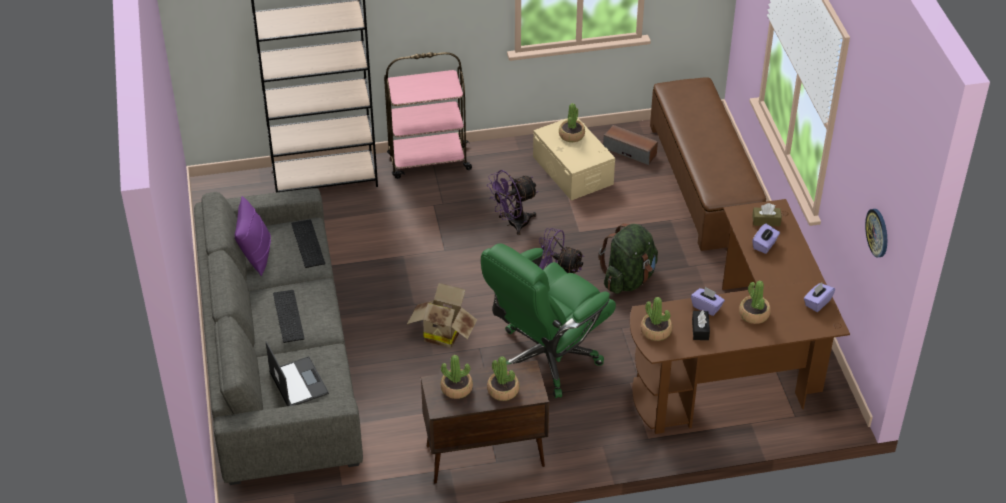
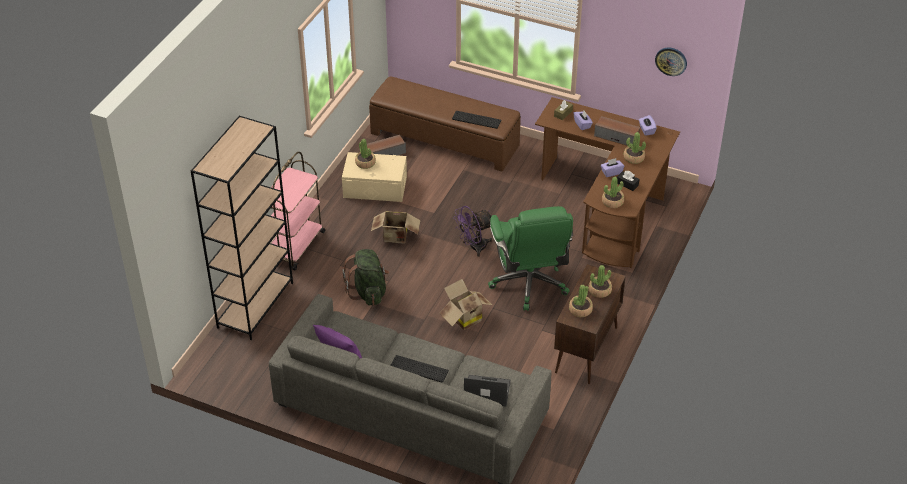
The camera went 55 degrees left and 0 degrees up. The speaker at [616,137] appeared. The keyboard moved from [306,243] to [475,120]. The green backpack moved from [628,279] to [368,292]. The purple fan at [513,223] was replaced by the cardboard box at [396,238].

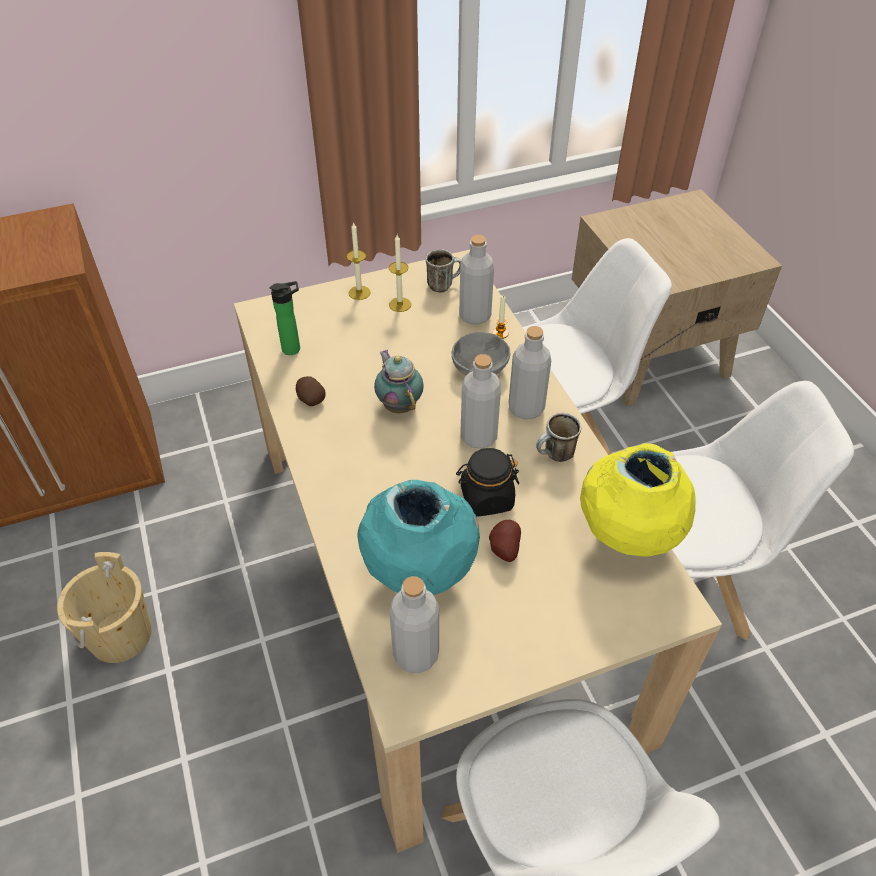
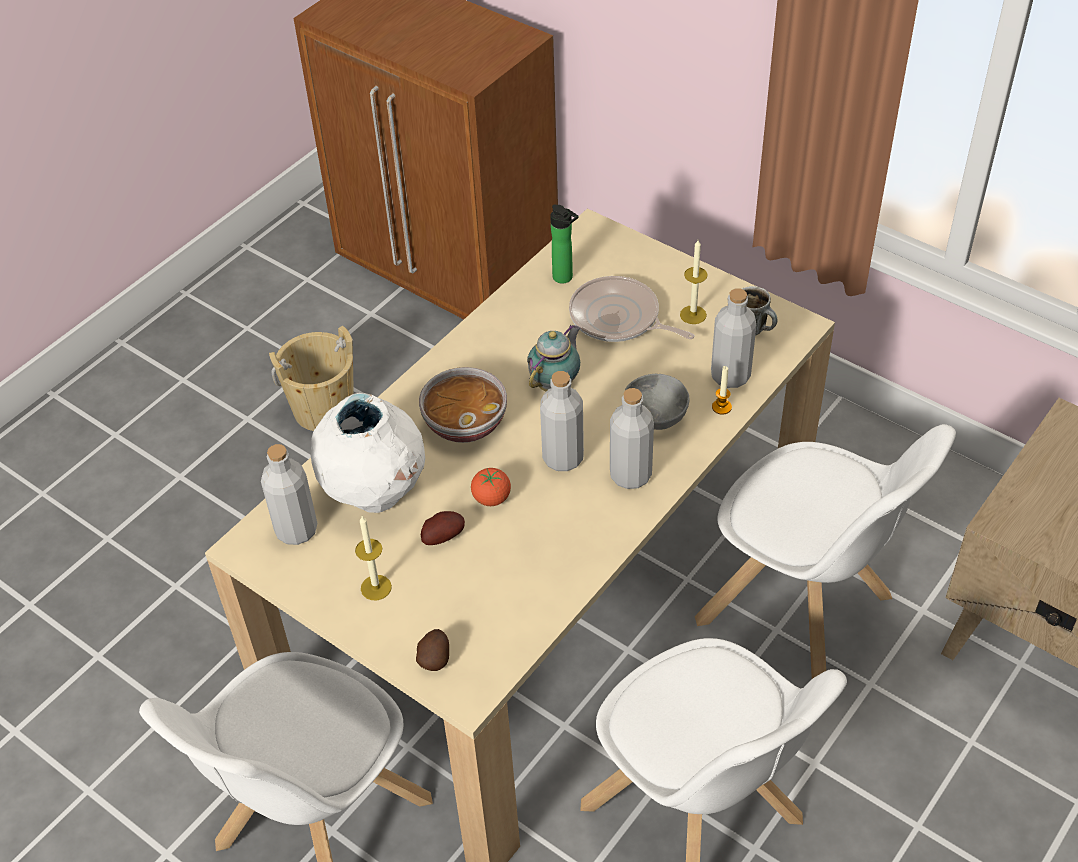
The camera went 60 degrees right and 0 degrees up. The mug at [555,456] disappeared. The yellow vase at [627,537] disappeared. The bowl at [464,423] appeared. The frying pan at [618,318] appeared. The potato moved from [310,399] to [435,658]. The candle moved from [359,292] to [376,587]. The black jar at [486,498] was replaced by the tomato at [491,498]. The turquoise vase at [421,573] became the white vase at [376,494].

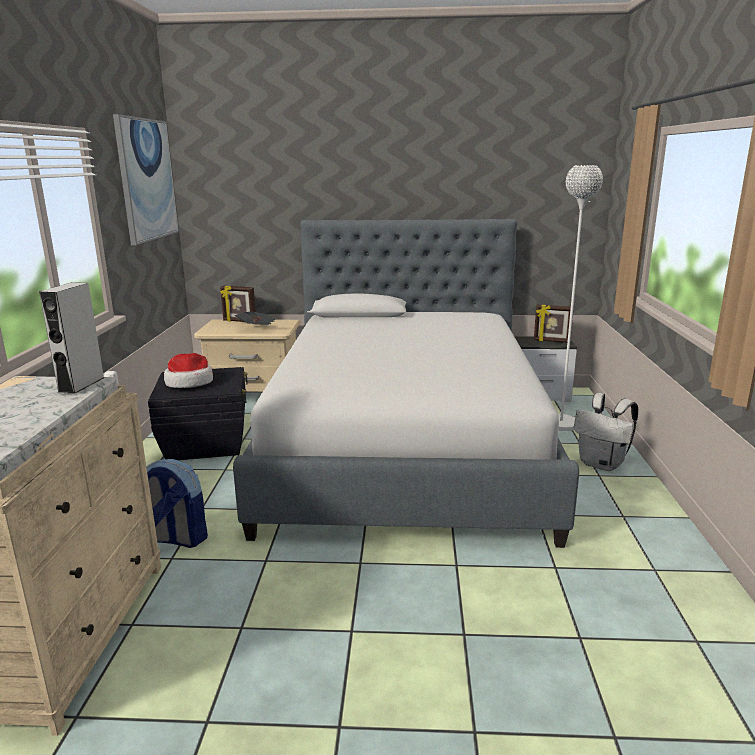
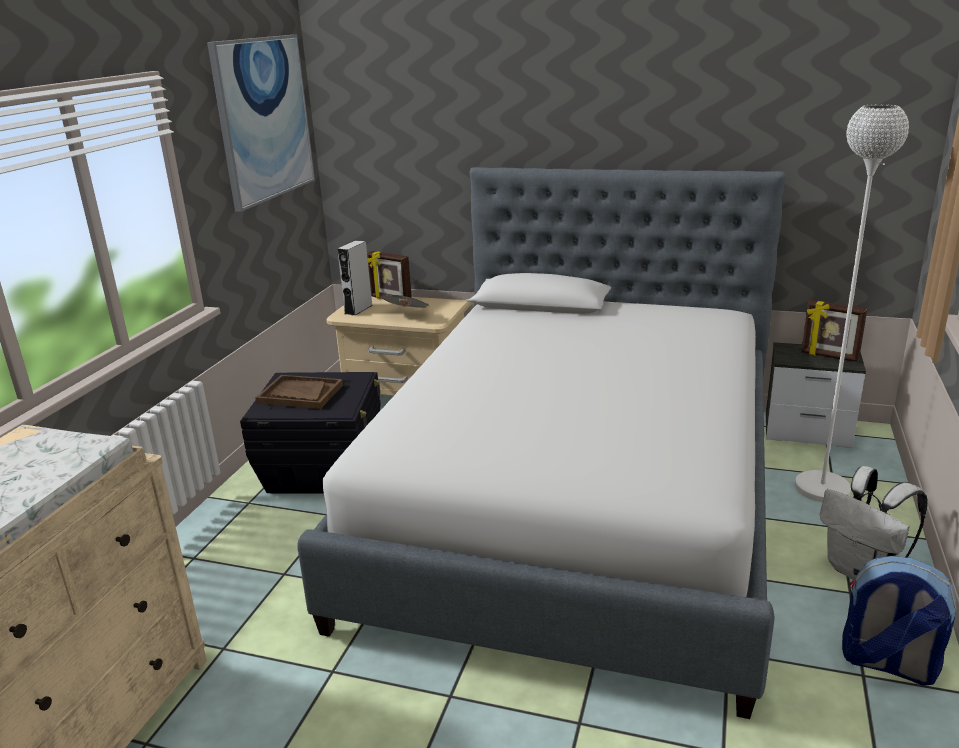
The camera went 15 degrees right and 5 degrees up. The grey speaker moved from [81,384] to [358,309]. The backpack moved from [175,538] to [887,664]. The hat at [189,382] was replaced by the brown tray at [300,394].

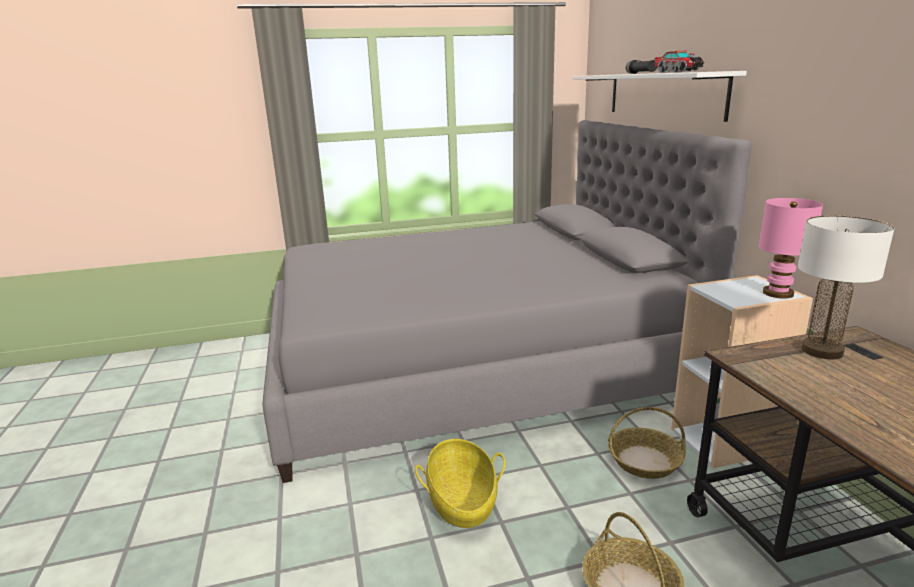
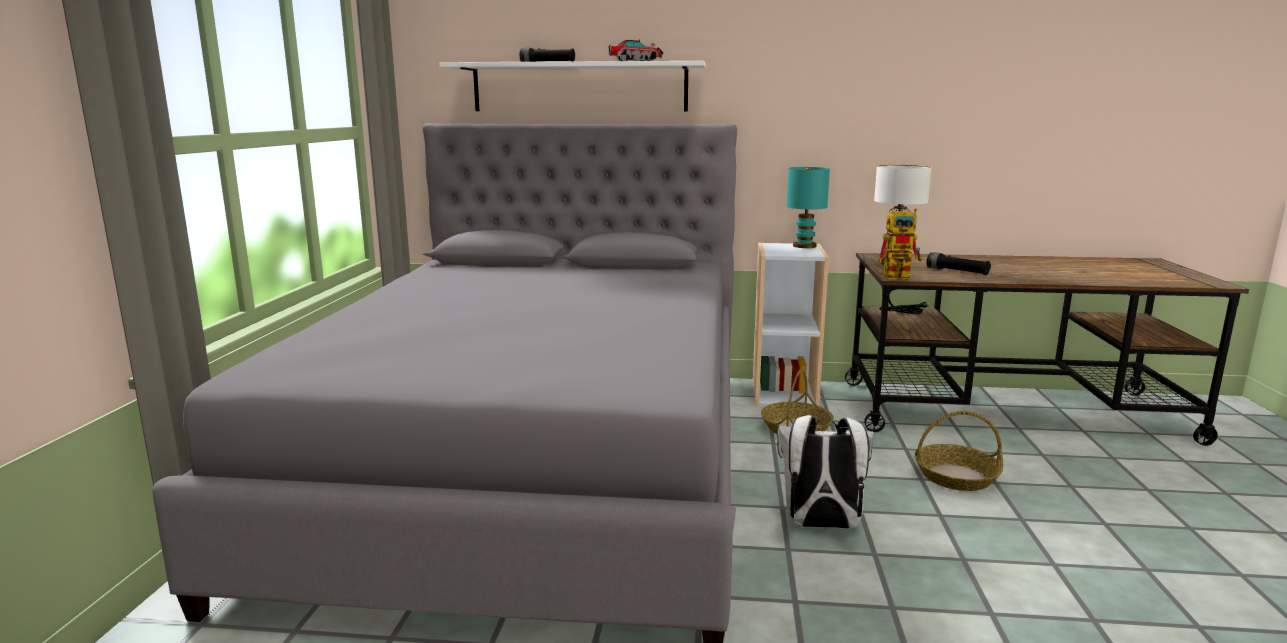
The camera went 70 degrees left and 5 degrees down. The toy robot at [901,277] appeared. The black flashlight at [957,272] appeared. The basket at [462,501] was replaced by the white backpack at [820,525]. The pink table lamp at [777,293] became the turquoise table lamp at [804,246].

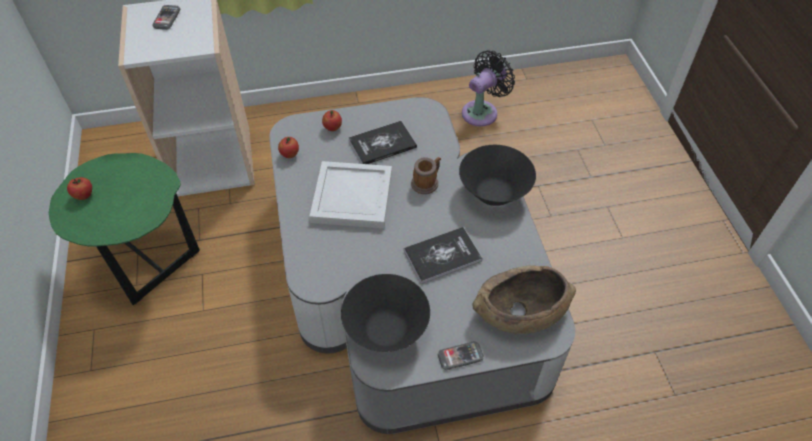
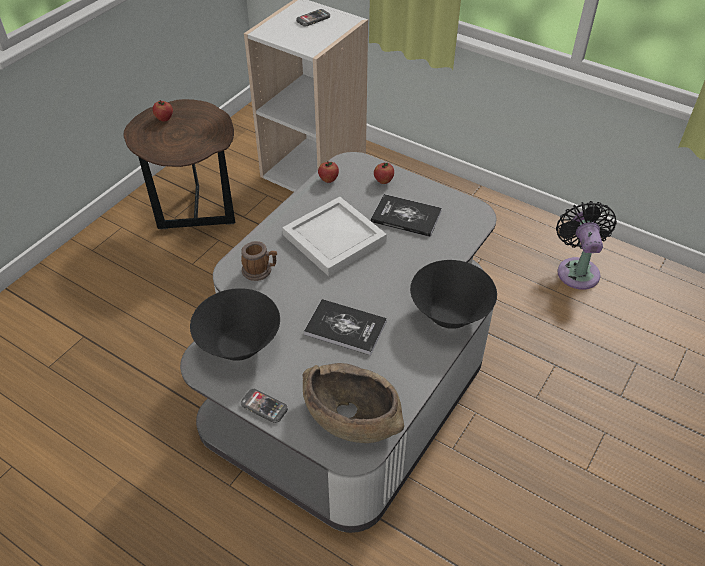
The camera went 45 degrees right and 5 degrees down. The mug moved from [427,182] to [260,270]. The green side table at [150,265] became the brown side table at [196,211]. The black fan at [482,111] turned 90 degrees counterclockwise.

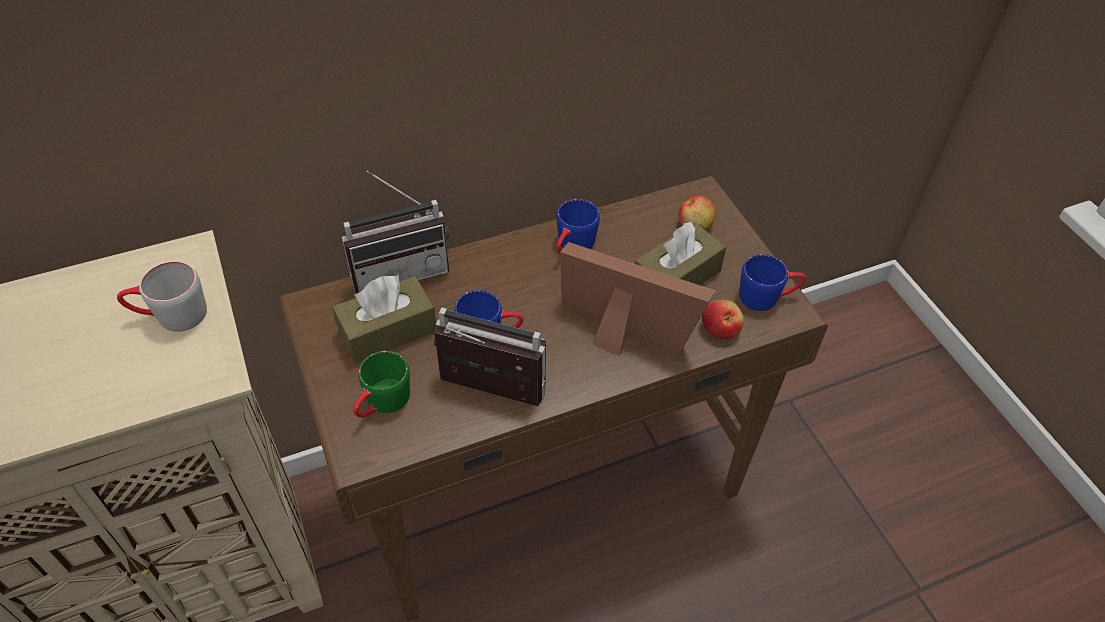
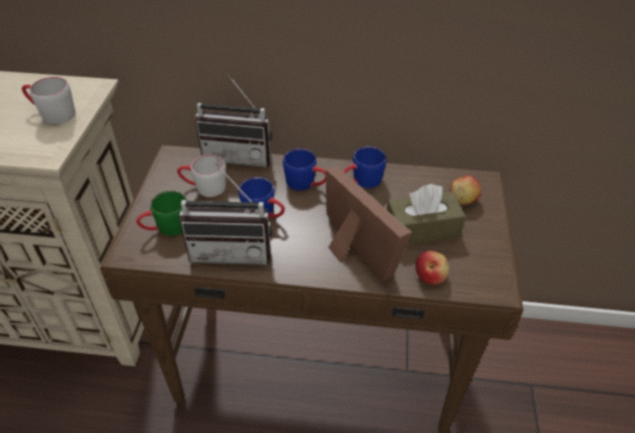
The camera went 30 degrees right and 5 degrees down. The blue mug moved from [767,296] to [306,183]. The brown tissue box at [388,331] was replaced by the grey mug at [204,187]. The radio at [486,395] turned 135 degrees clockwise.

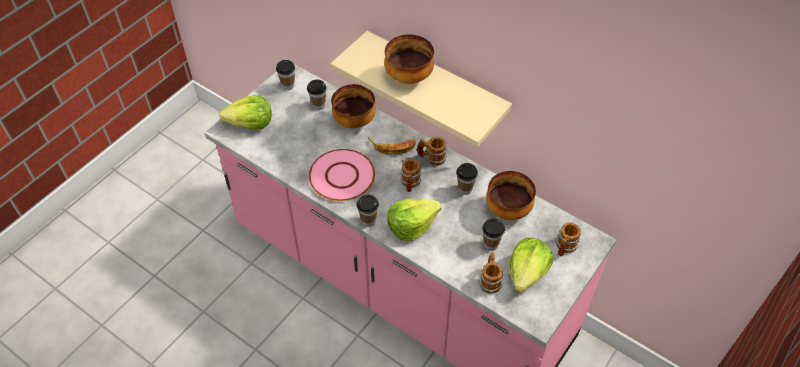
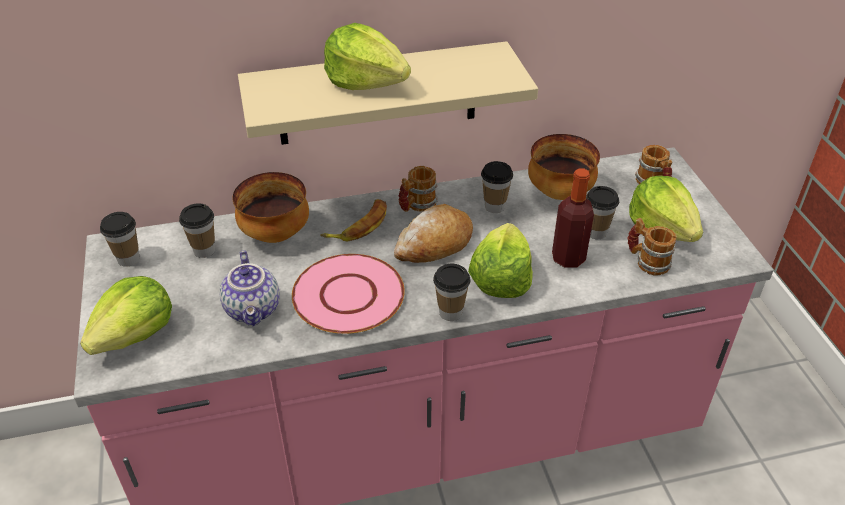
The camera went 50 degrees left and 10 degrees down. The teapot at [254,309] appeared. The bottle at [568,258] appeared. The bowl at [409,76] was replaced by the lettuce at [366,82]. The mug at [410,184] was replaced by the bread at [434,244].

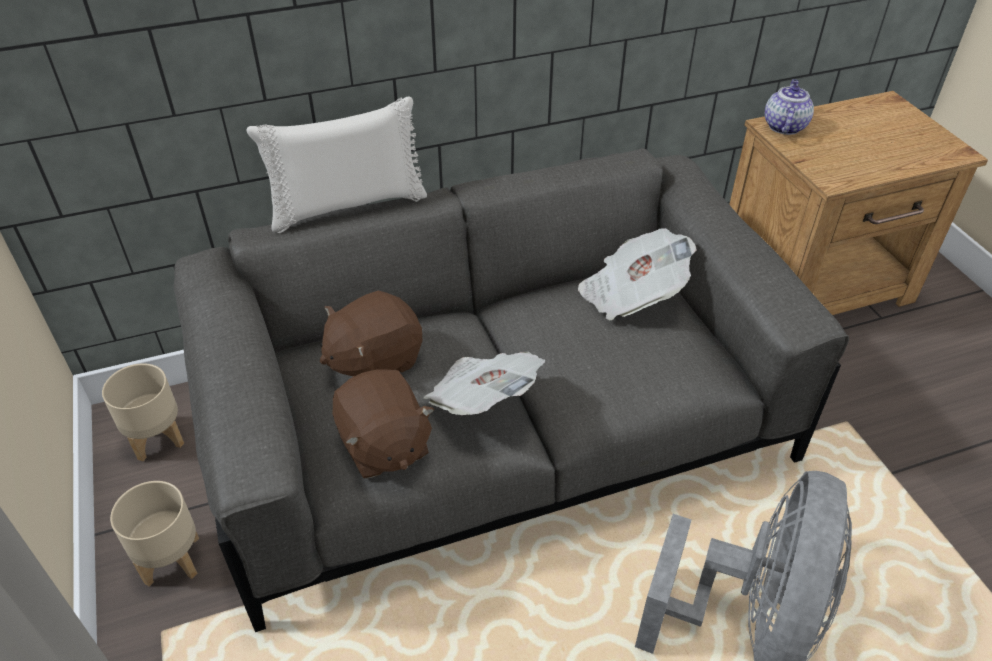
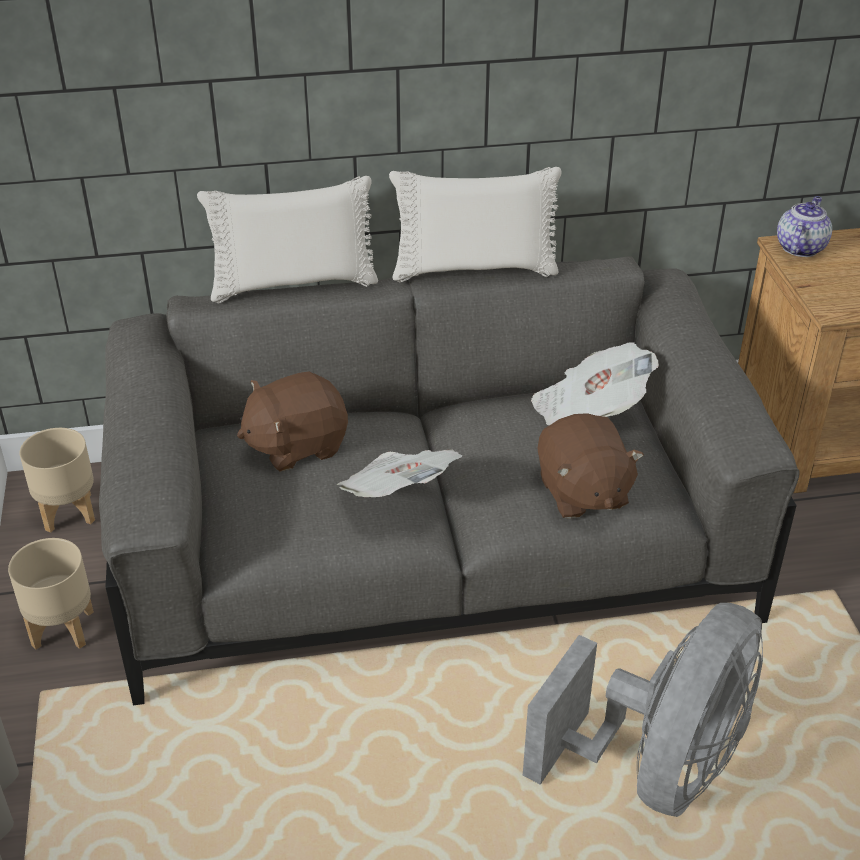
The camera went 10 degrees right and 5 degrees down. The white pillow at [474,269] appeared. The brown plush toy moved from [383,445] to [582,493].

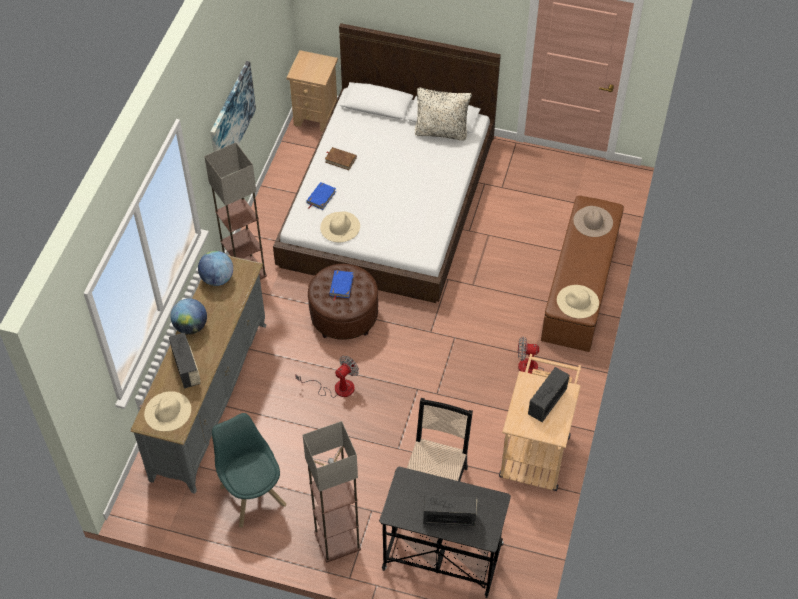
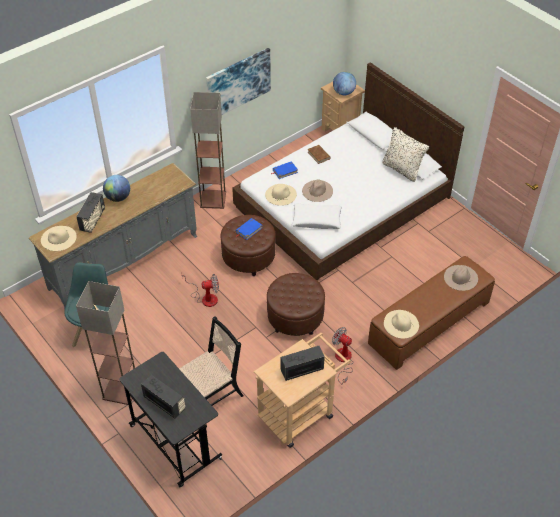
The camera went 35 degrees right and 5 degrees down. The brown ottoman at [295,318] appeared. The white pillow at [316,220] appeared. The beige hat at [317,191] appeared. The globe moved from [217,279] to [343,92].

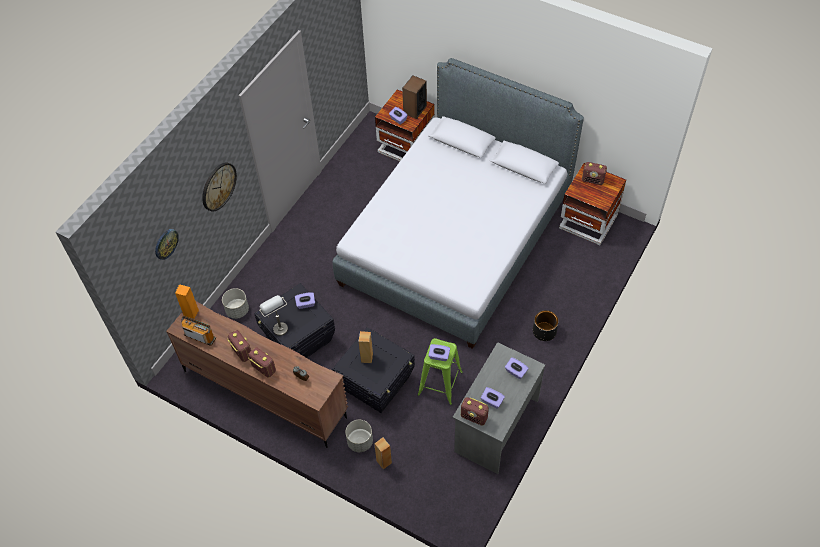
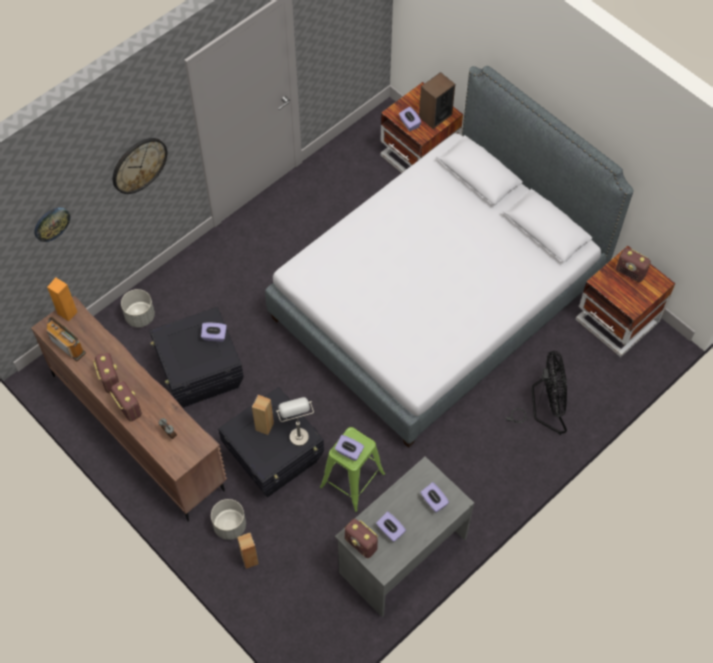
The camera went 15 degrees right and 5 degrees up. The black planter at [544,331] disappeared. The black fan at [543,405] appeared. The grey table lamp moved from [277,326] to [296,432].

